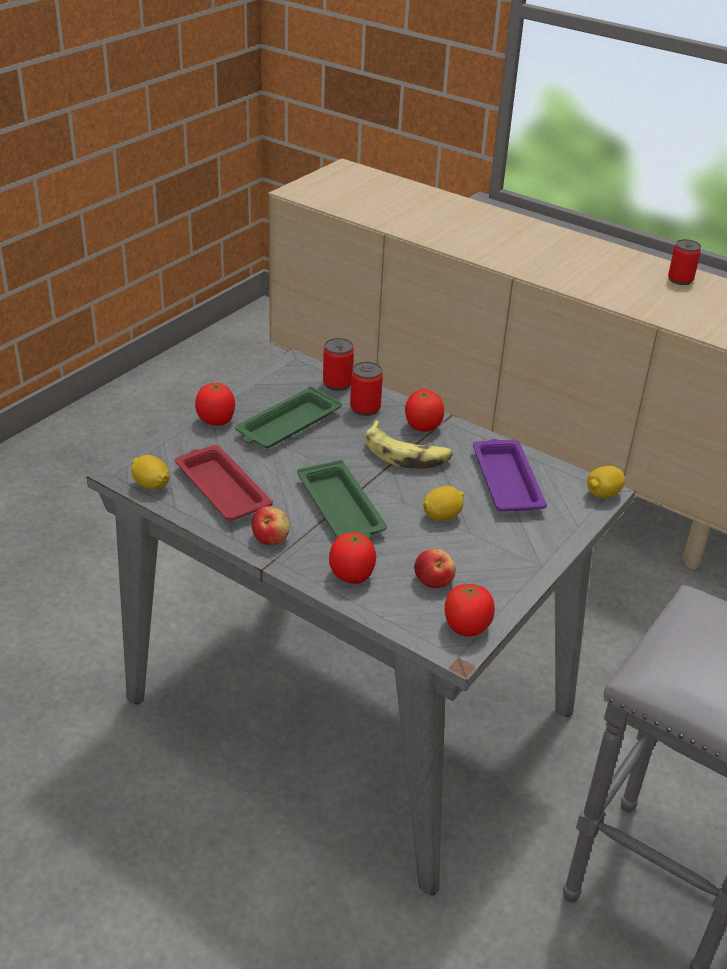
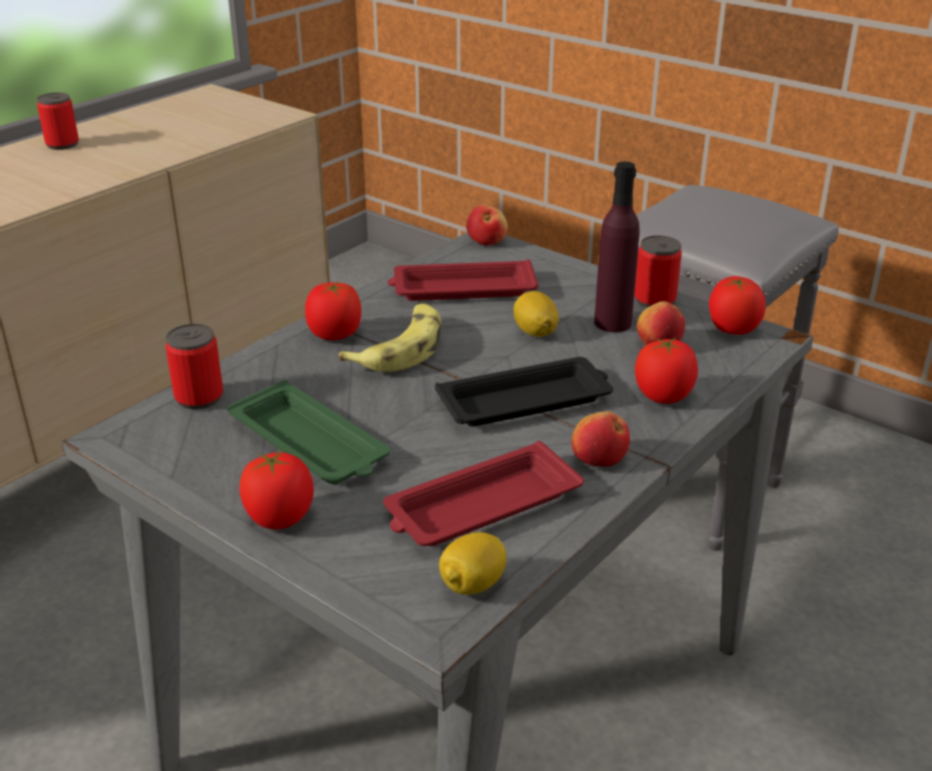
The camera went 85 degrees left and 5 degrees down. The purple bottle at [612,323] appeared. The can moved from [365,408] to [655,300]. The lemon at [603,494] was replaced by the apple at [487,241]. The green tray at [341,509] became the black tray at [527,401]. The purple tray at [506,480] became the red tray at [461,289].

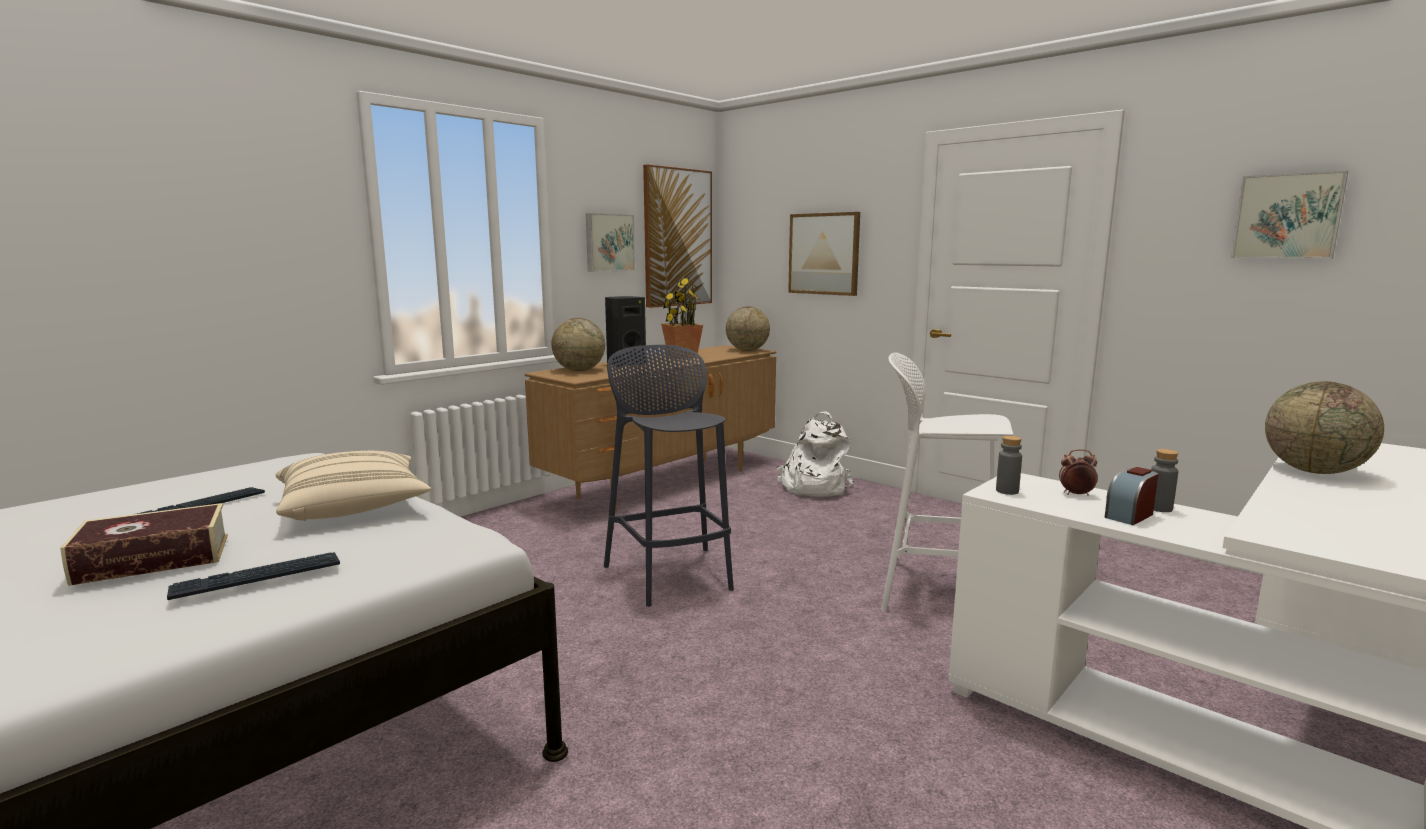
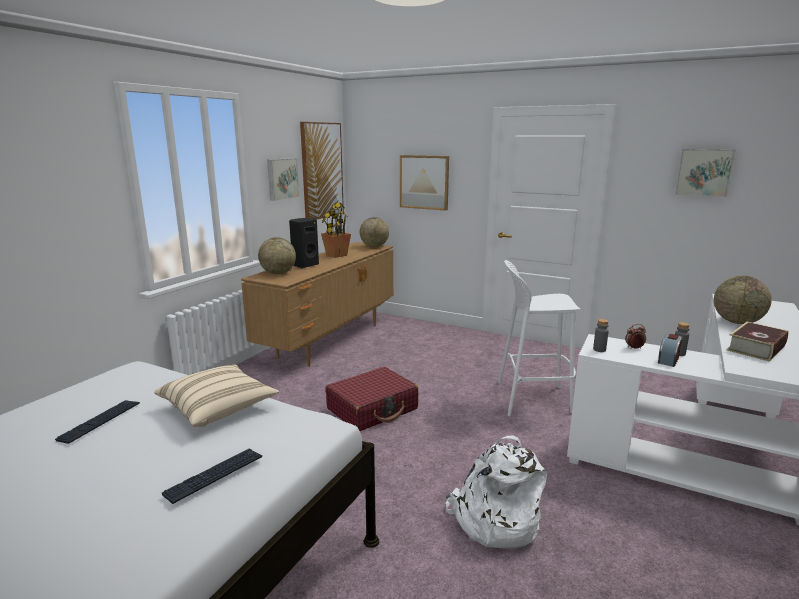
The camera went 15 degrees left and 5 degrees up. The book moved from [154,559] to [756,348]. The white backpack moved from [813,487] to [494,520]. The grey stool at [671,575] was replaced by the red suitcase at [372,409].

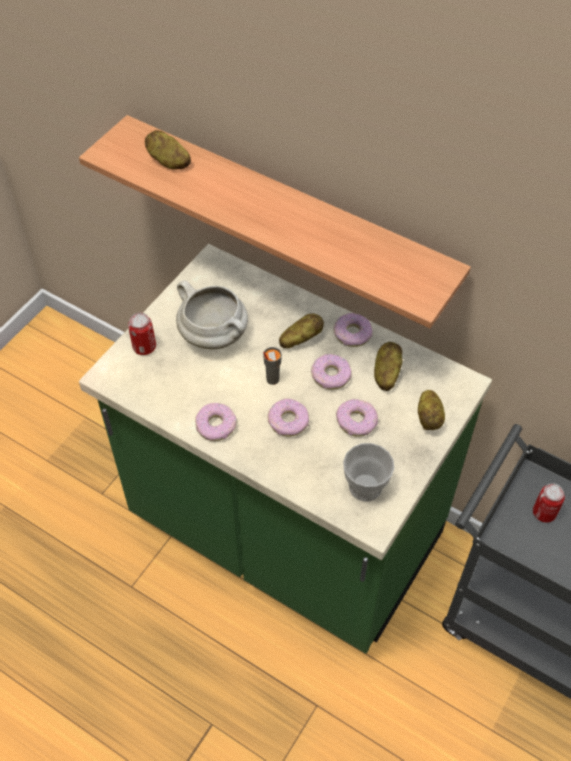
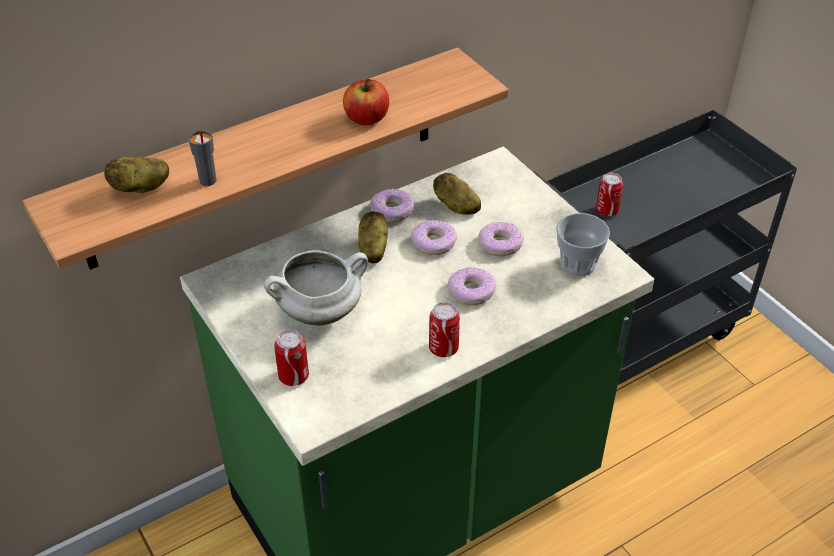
The camera went 65 degrees left and 10 degrees down. The potato at [429,417] disappeared. The apple at [366,118] appeared. The grey cup moved from [272,379] to [207,181]. The donut at [216,425] was replaced by the can at [443,348].

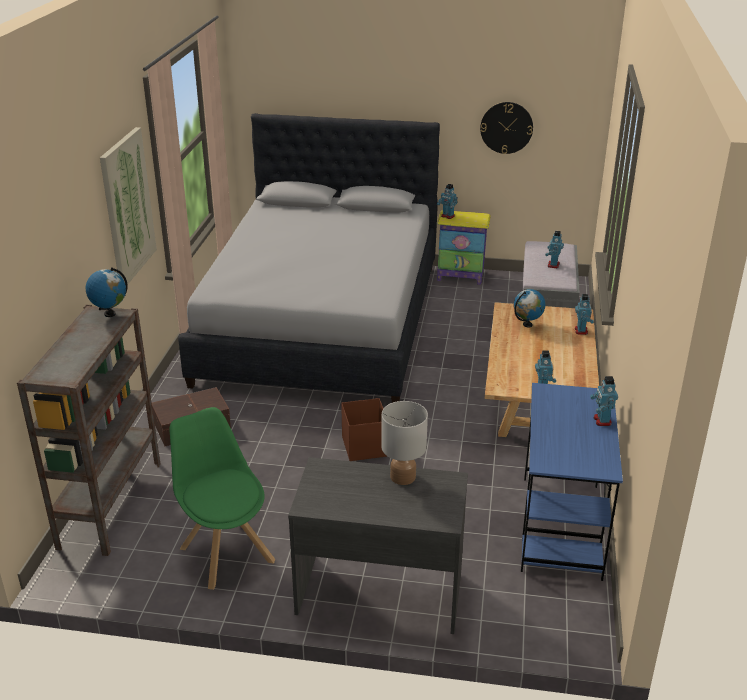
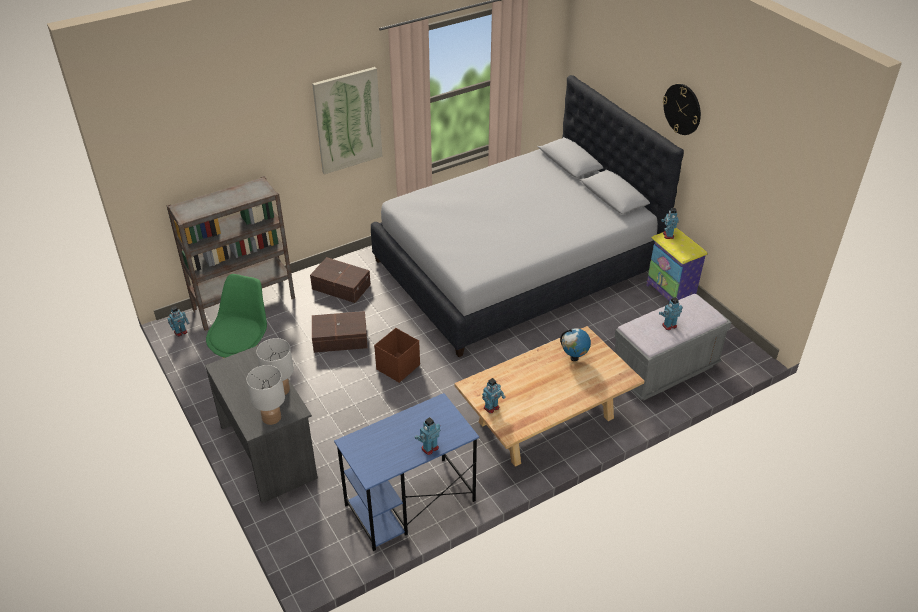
The camera went 50 degrees right and 10 degrees up. The globe at [110,314] disappeared. The grey table lamp at [271,417] appeared. The brown storage box at [340,339] appeared. The wall clock moved from [506,127] to [682,109]. The toy robot moved from [581,331] to [181,332].

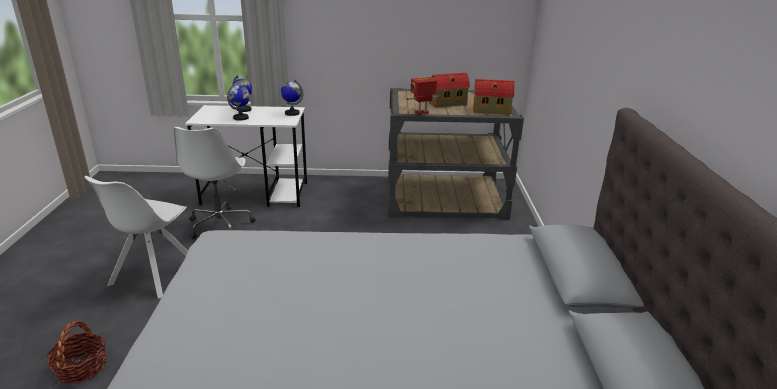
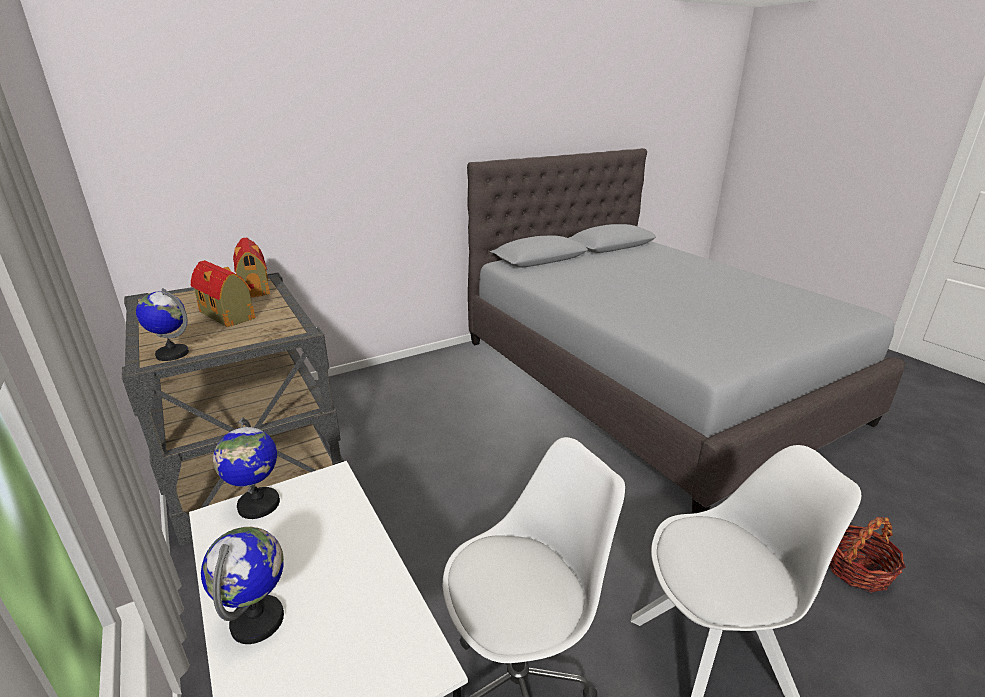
The camera went 120 degrees left and 0 degrees up. The toy robot at [422,113] disappeared. The globe moved from [241,118] to [172,354].

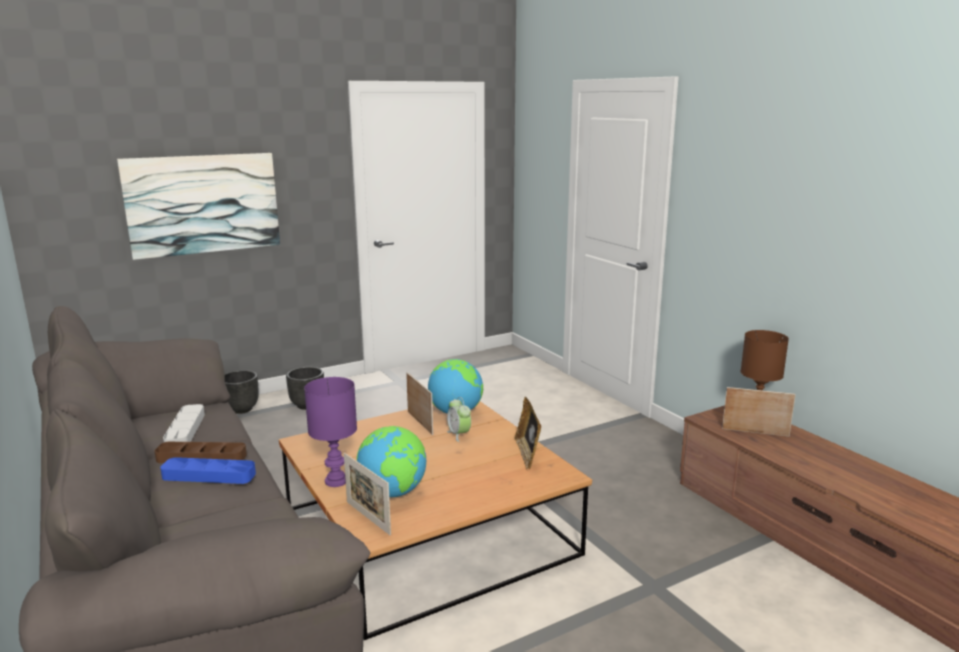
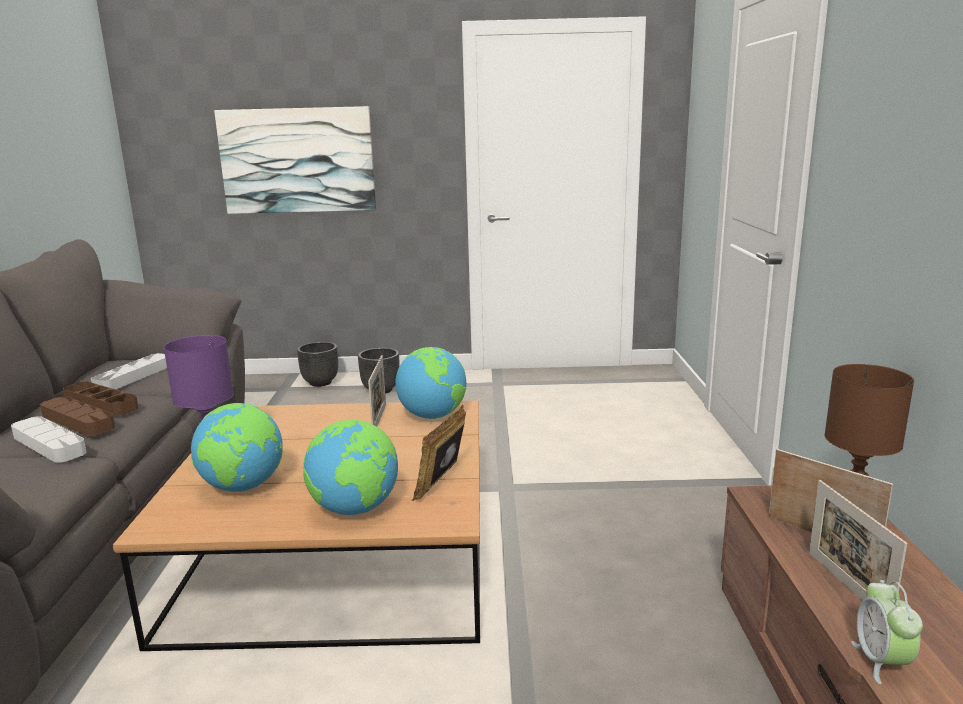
The camera went 30 degrees right and 0 degrees up. The grey tray at [49,444] appeared. The globe at [355,509] appeared. The picture frame moved from [368,518] to [847,586]. The alarm clock moved from [459,434] to [881,662]. The blue tray at [209,475] became the brown tray at [78,421].

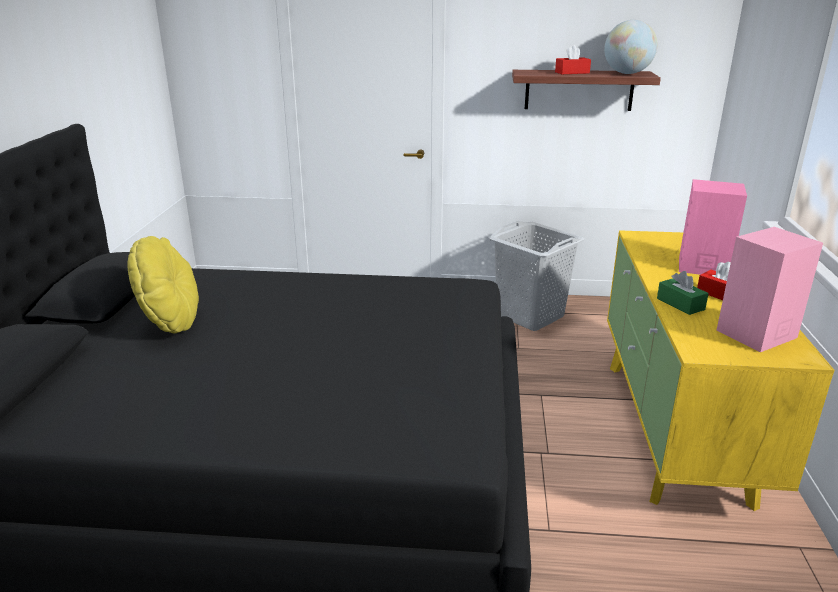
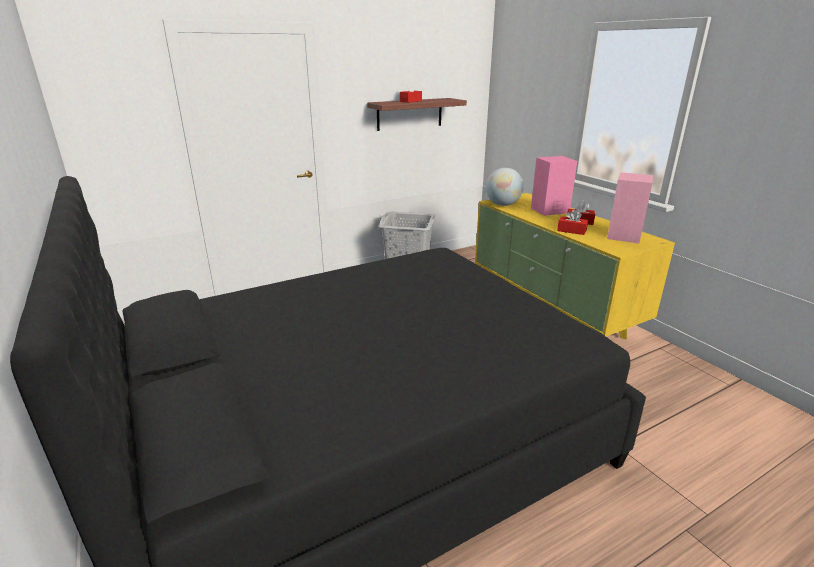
The camera went 35 degrees left and 0 degrees up. The yellow pillow at [172,324] disappeared. The globe moved from [627,73] to [502,205]. The green tissue box at [680,304] became the red tissue box at [571,231].

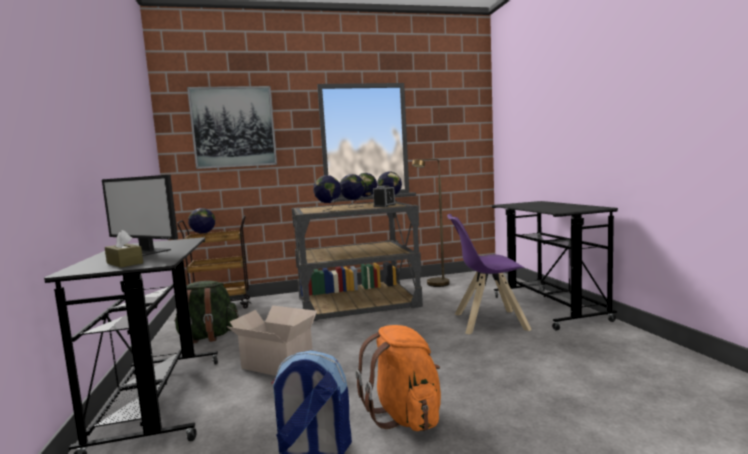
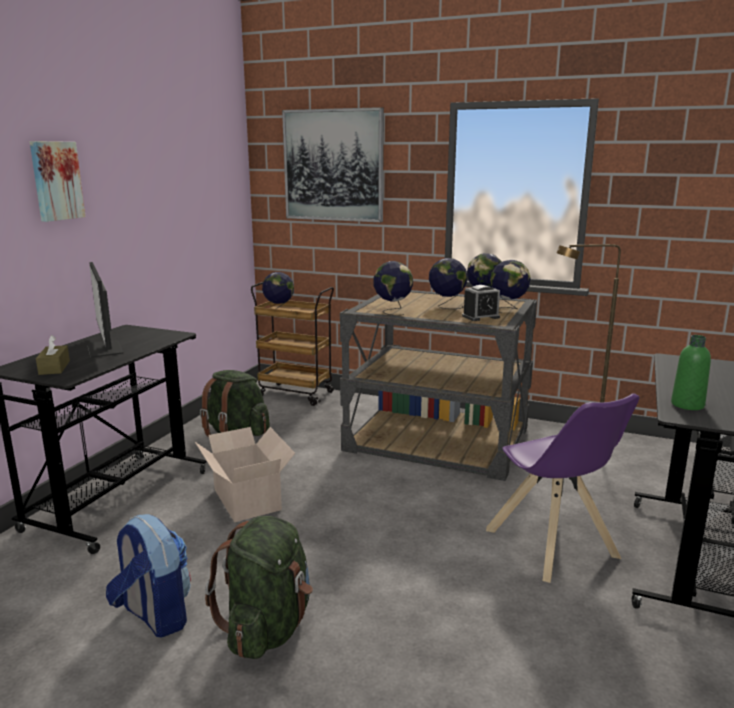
The camera went 35 degrees right and 10 degrees up. The picture at [56,181] appeared. The green bottle at [687,405] appeared. The orange backpack at [405,415] became the green backpack at [268,627]. The purple chair at [487,322] turned 150 degrees counterclockwise.

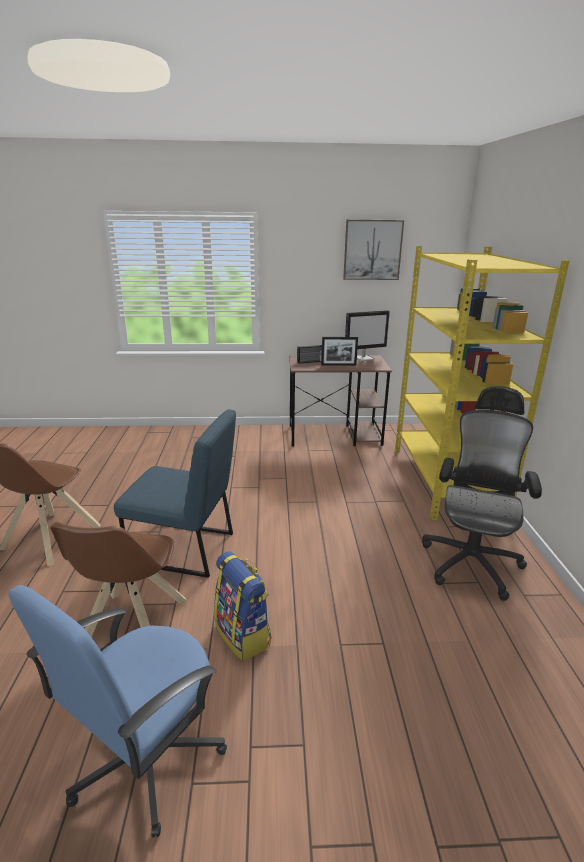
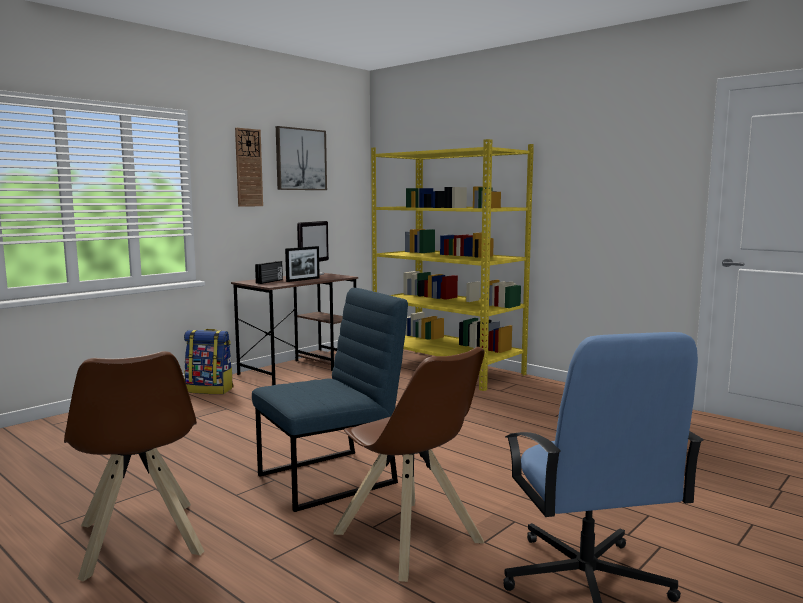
The camera went 45 degrees left and 15 degrees down. The office chair at [471,561] disappeared. The wall clock at [248,167] appeared. The backpack moved from [243,635] to [210,390].

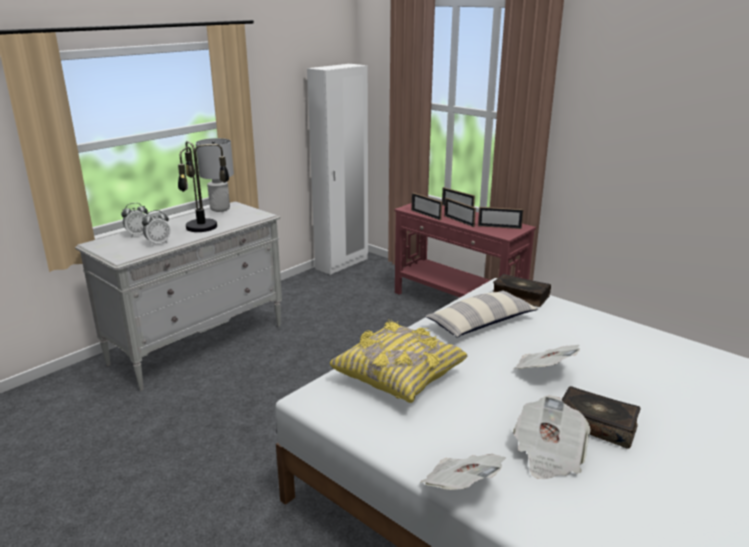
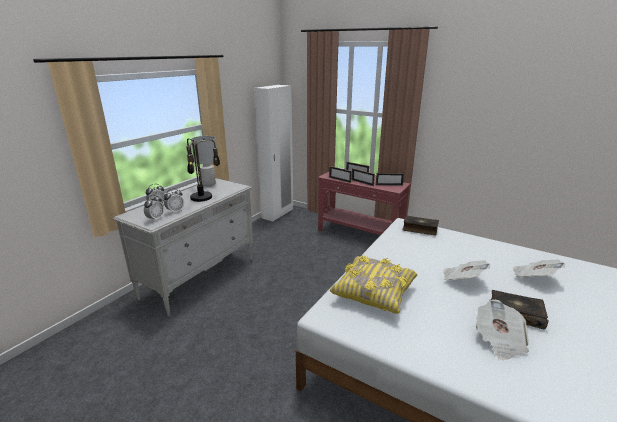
The camera went 10 degrees left and 0 degrees up. The pillow at [481,323] disappeared. The alarm clock at [155,219] appeared. The newspaper moved from [461,487] to [533,277].

